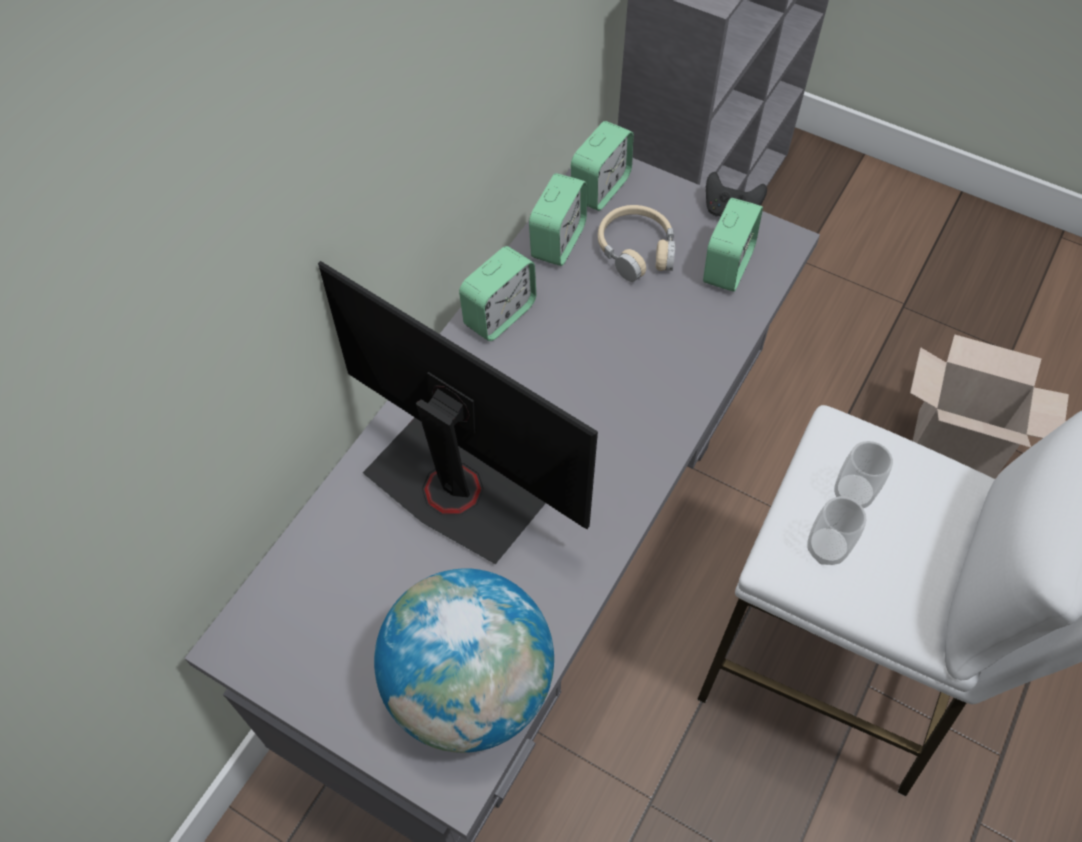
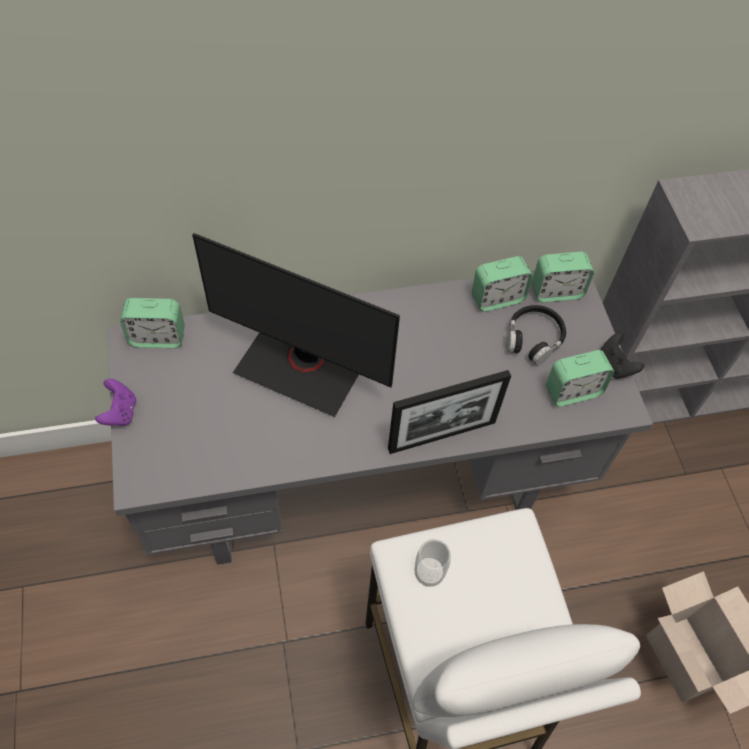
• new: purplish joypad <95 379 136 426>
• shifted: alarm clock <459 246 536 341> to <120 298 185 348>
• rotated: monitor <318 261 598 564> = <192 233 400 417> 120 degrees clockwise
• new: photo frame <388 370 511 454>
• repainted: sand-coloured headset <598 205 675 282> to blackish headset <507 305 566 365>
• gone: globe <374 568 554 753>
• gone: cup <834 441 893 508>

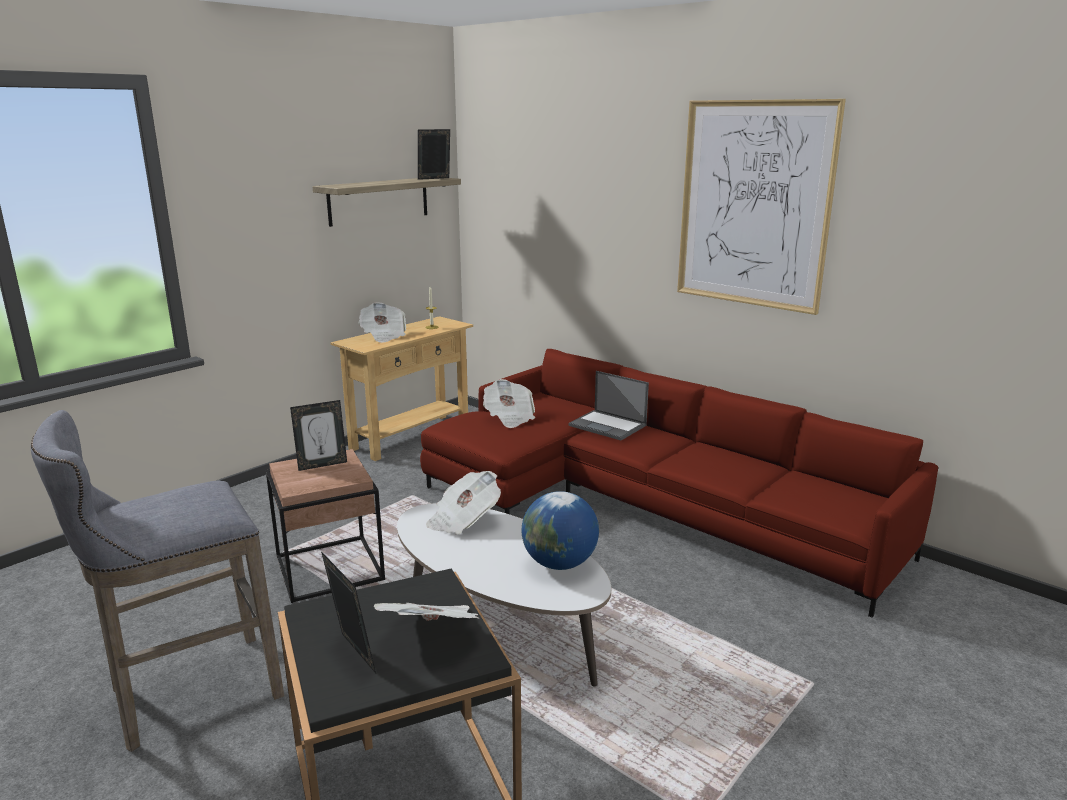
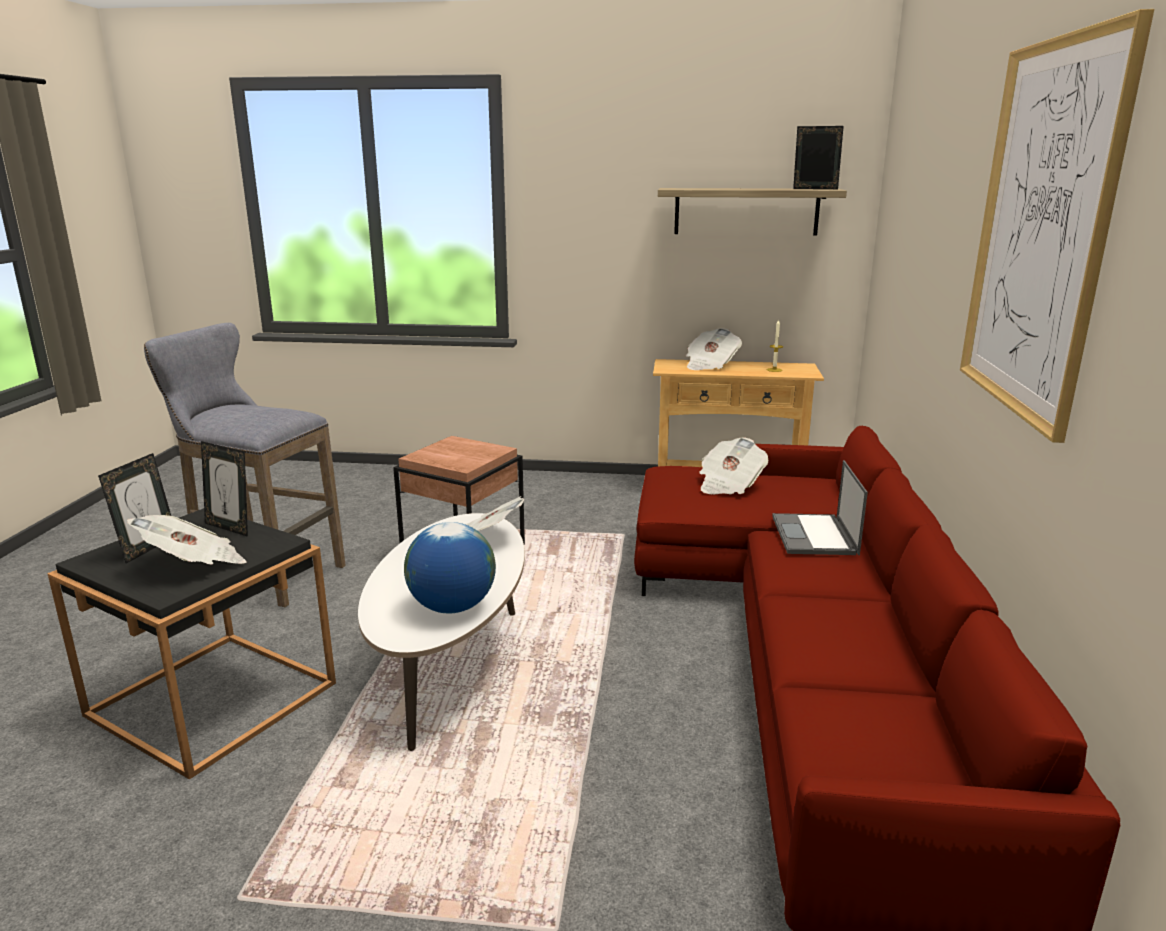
• shifted: photo frame <290 400 347 471> to <201 441 248 537>

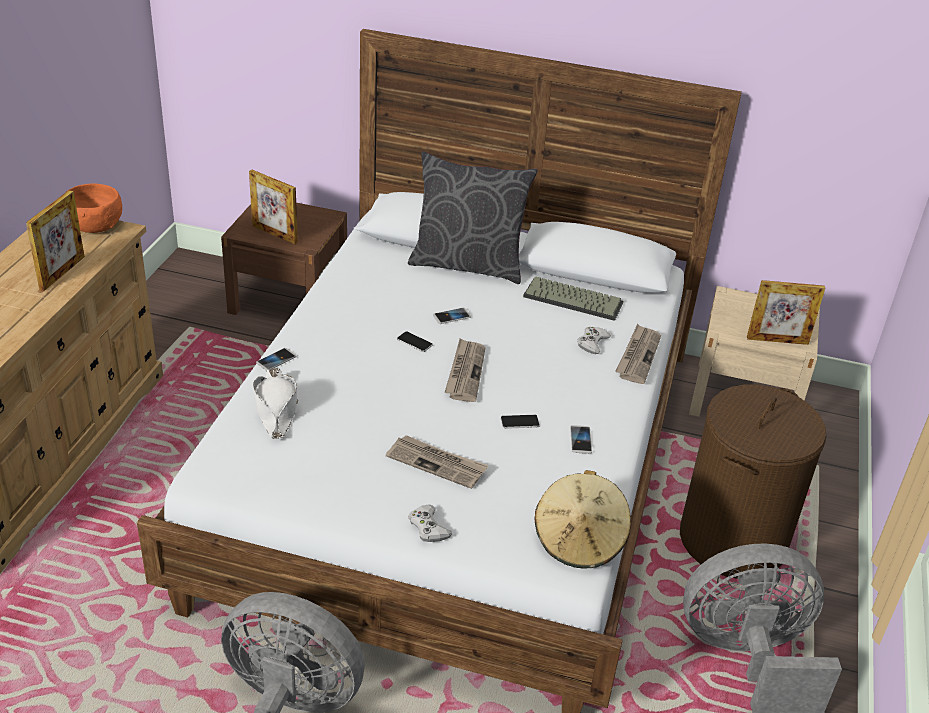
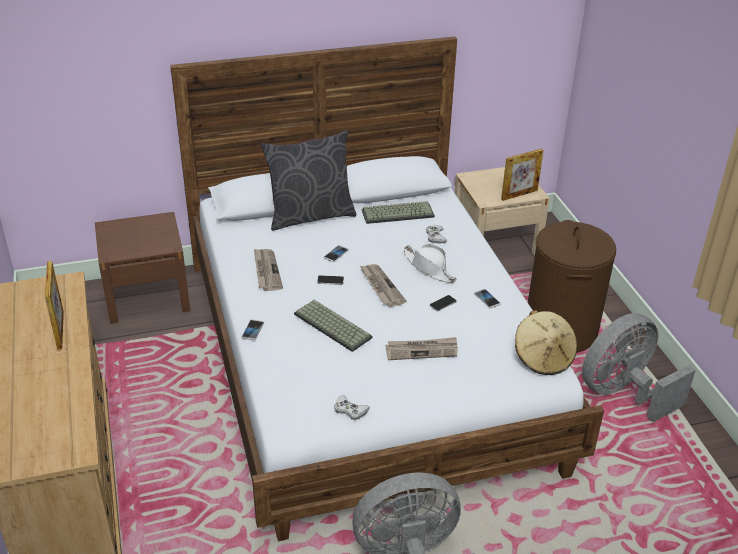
• shifted: printed paper <615 324 661 384> to <254 249 283 291>
• new: keyboard <294 300 373 352>
• shifted: whitish joypad <409 504 452 542> to <334 395 370 420>
• shifted: whitish wearable hat <253 368 298 439> to <403 244 457 283>
• gone: orange-coloured serving bowl <65 184 122 233>
• gone: photo frame <249 170 298 244>

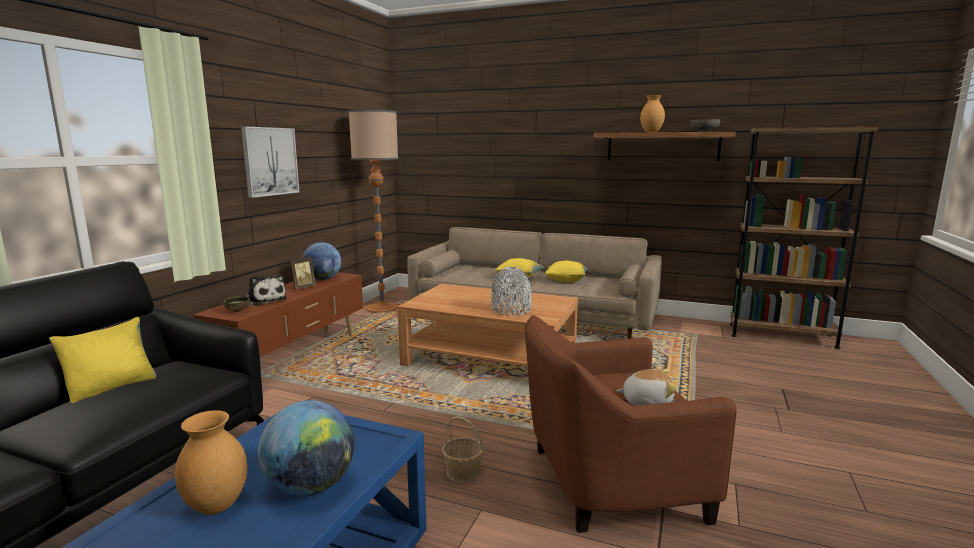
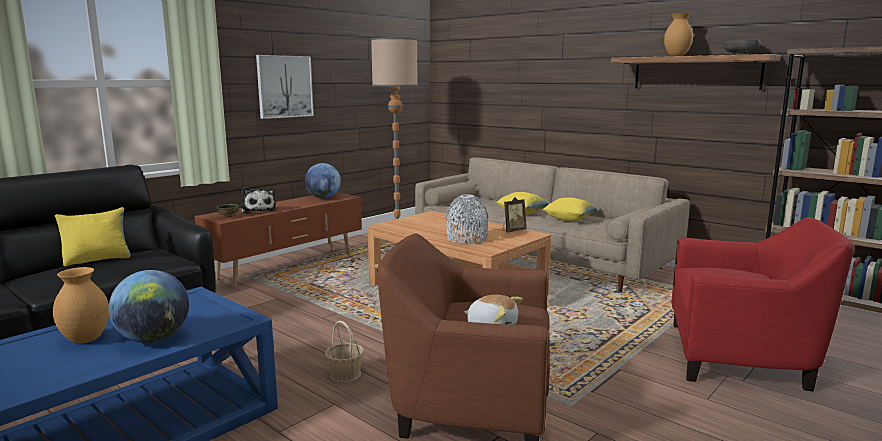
• shifted: photo frame <290 256 316 290> to <502 197 527 233>
• new: reddish easy chair <672 217 854 391>

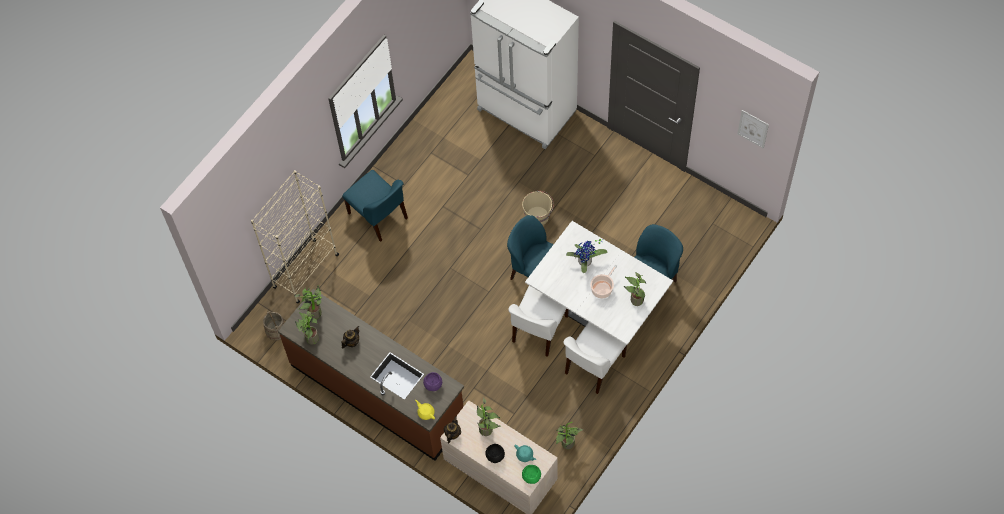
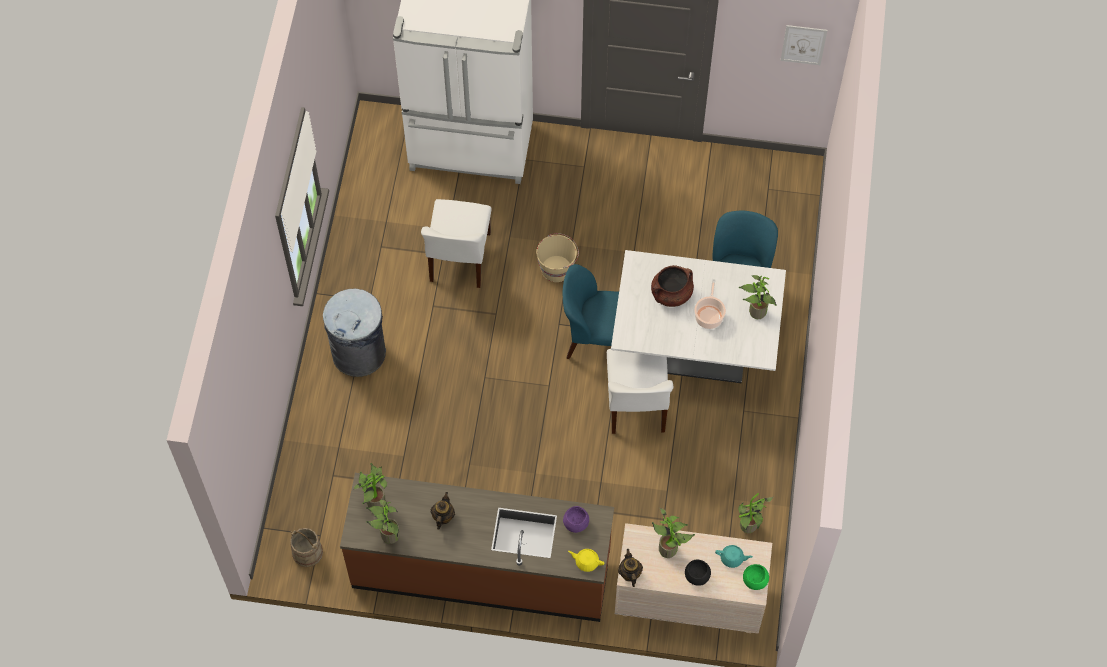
• swapped: bluish plain chair <342 170 408 242> to gray rubbish bin <323 289 386 377>
• shifted: whitish plain chair <563 322 627 394> to <421 199 492 288>
• swapped: houseplant <566 239 608 273> to brownish saucepot <651 265 694 307>
• gone: sand-coloured shelving unit <251 170 339 303>

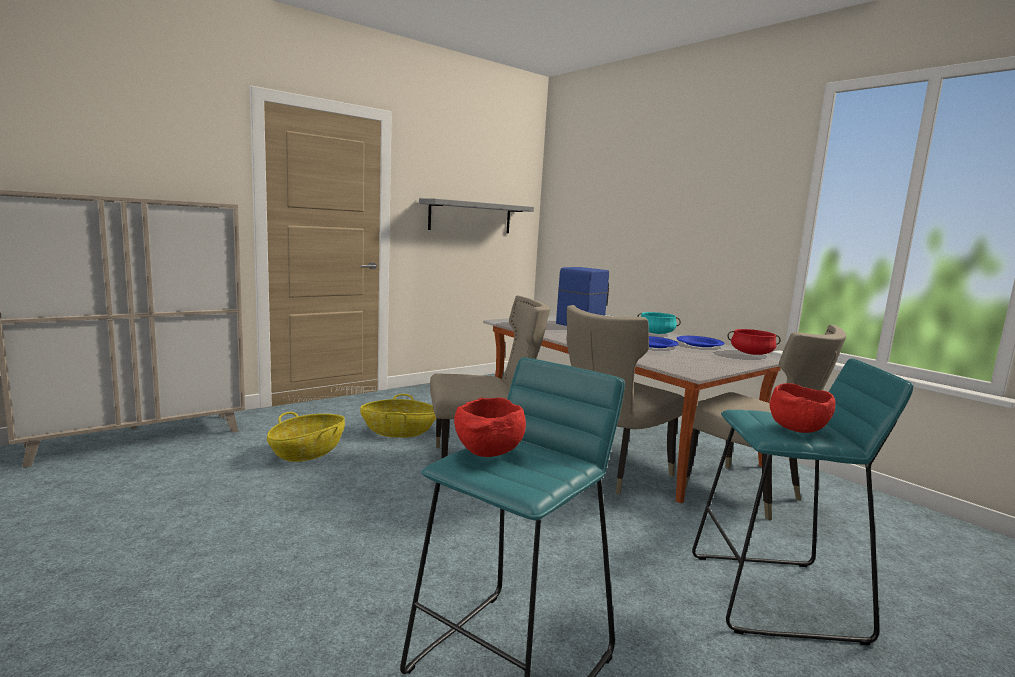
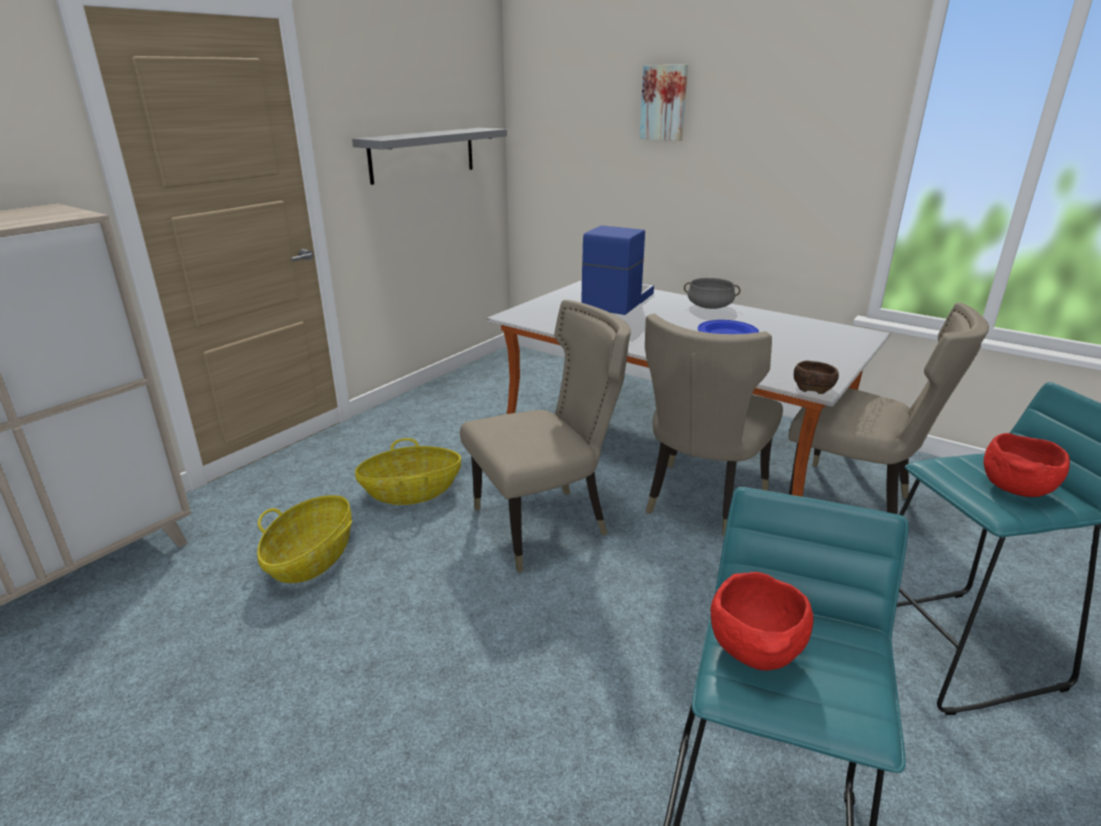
• new: wall art <640 65 688 141>
• repainted: blue-green saucepot <637 312 681 334> to gray saucepot <684 278 740 309>
• new: brownish serving bowl <794 361 839 394>
• gone: bluish dinner plate <676 336 724 347>
• gone: reddish saucepot <727 329 781 355>

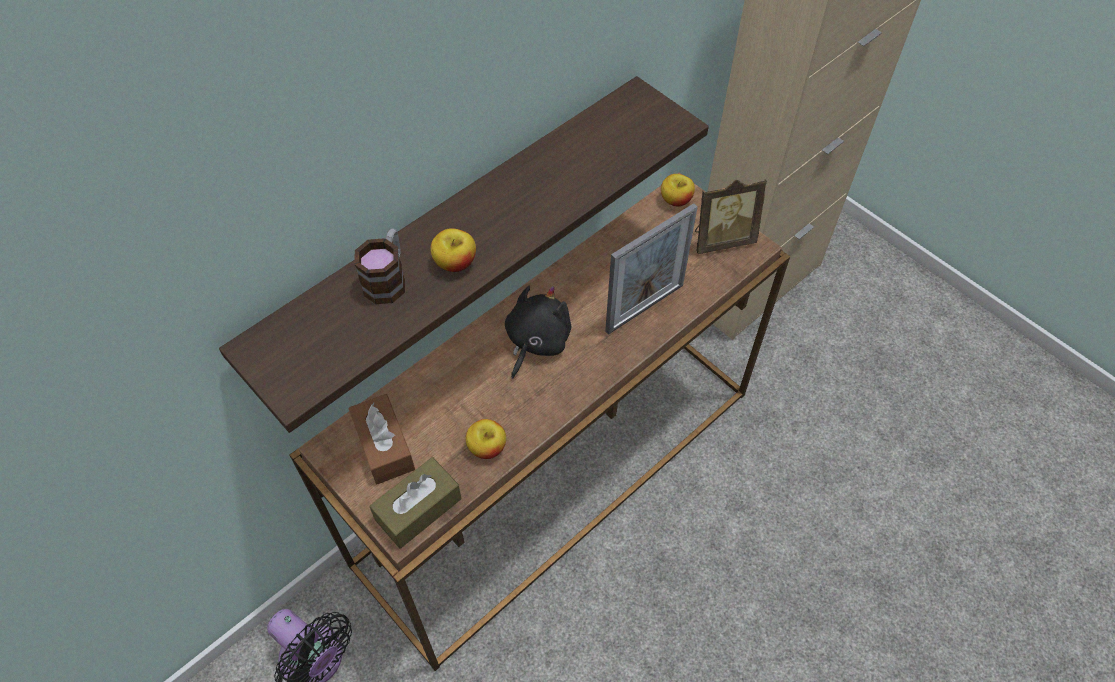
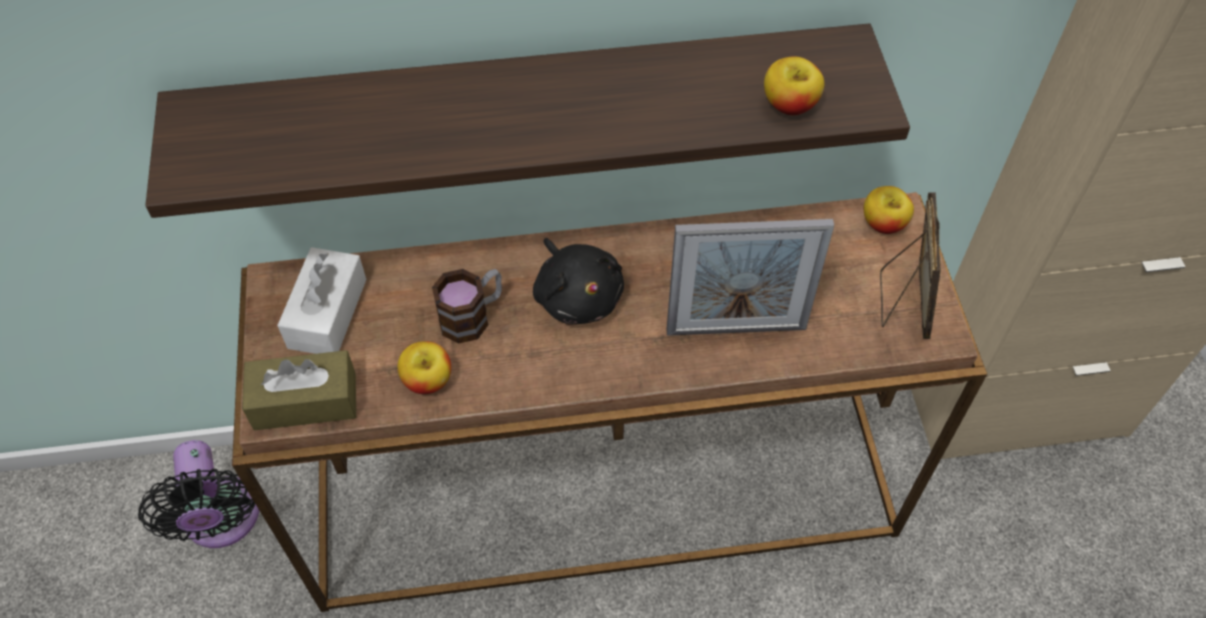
• repainted: brownish tissue holder <348 394 415 484> to whitish tissue holder <277 247 367 354>
• shifted: coffee mug <354 229 405 304> to <432 269 502 344>
• rotated: blackish plush toy <505 286 572 379> = <533 238 624 324> 90 degrees clockwise
• shifted: apple <431 228 476 272> to <764 56 824 115>
• rotated: photo frame <695 179 767 254> = <880 192 941 339> 105 degrees counterclockwise

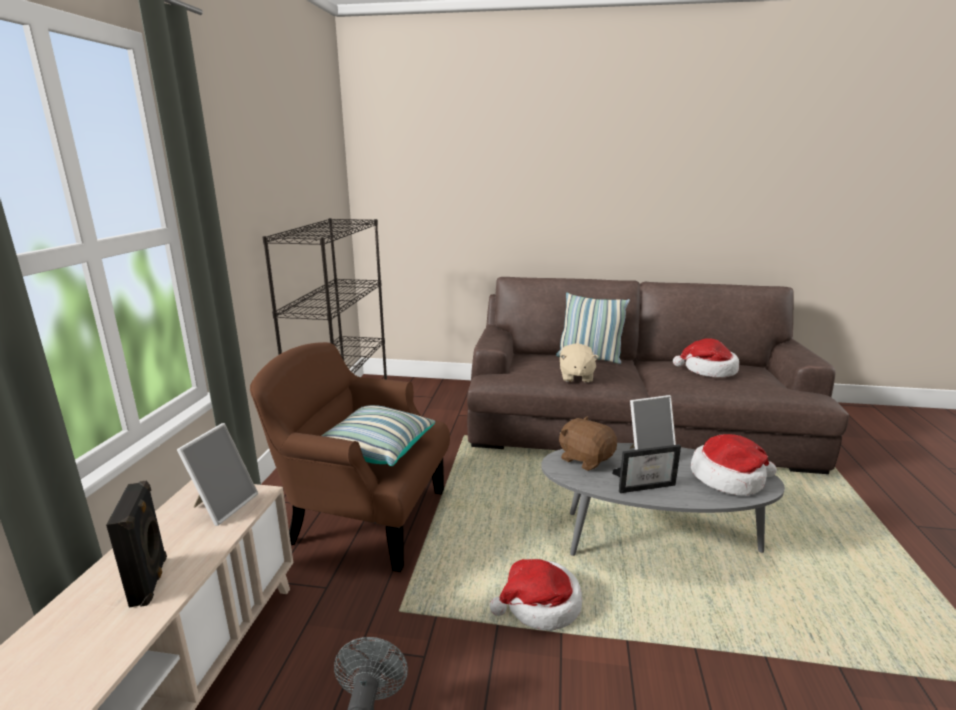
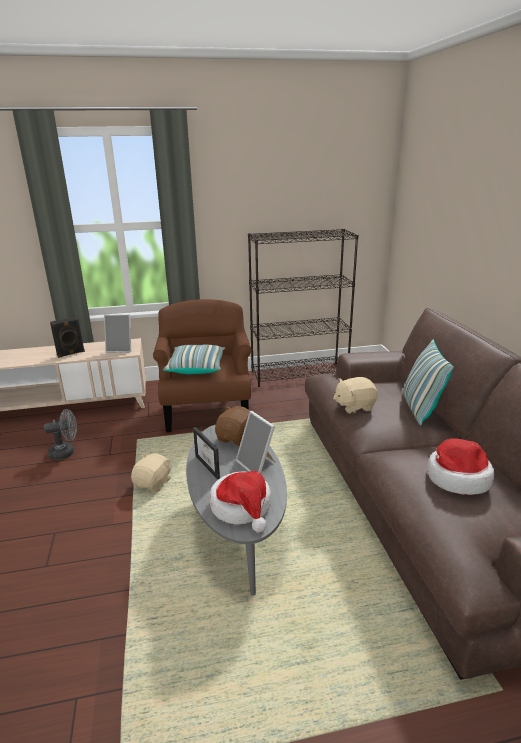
• swapped: wearable hat <490 559 582 630> to sand-coloured plush toy <131 453 172 492>

